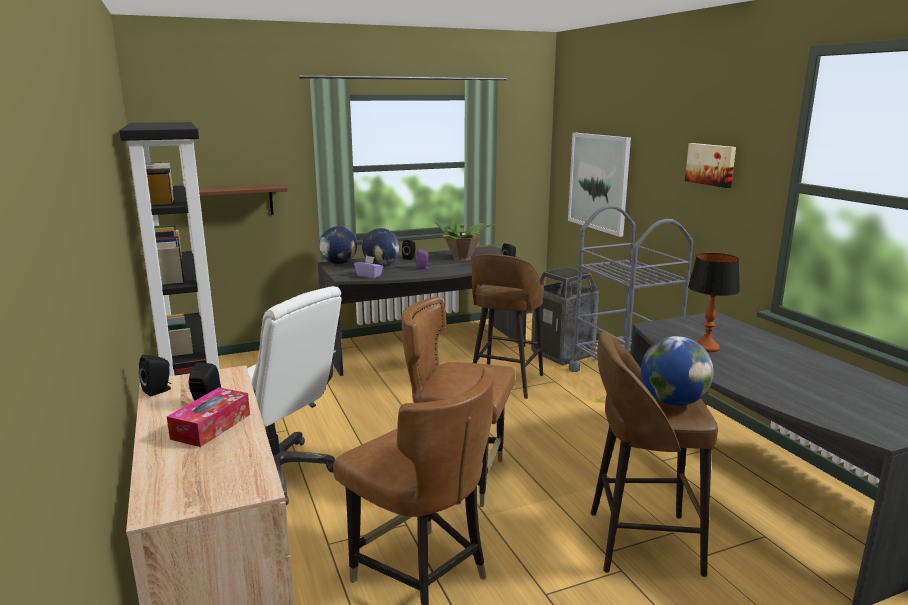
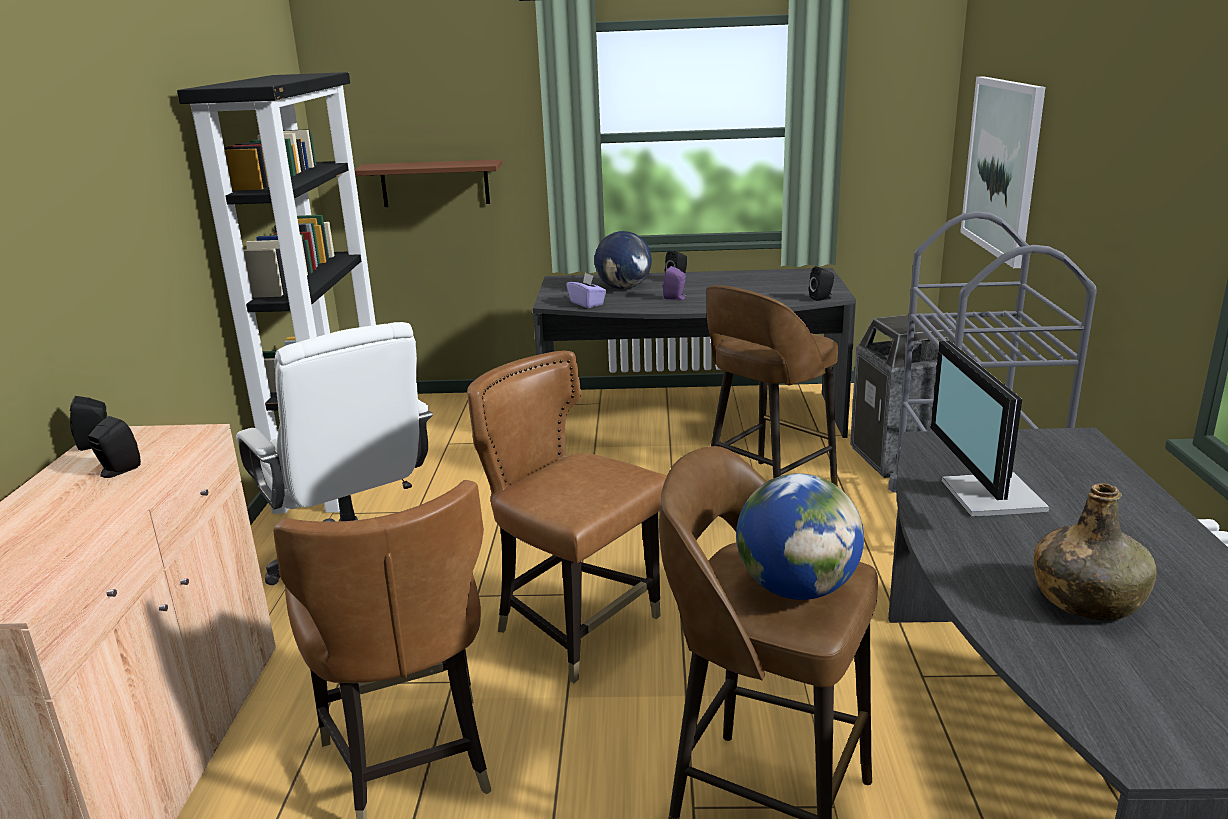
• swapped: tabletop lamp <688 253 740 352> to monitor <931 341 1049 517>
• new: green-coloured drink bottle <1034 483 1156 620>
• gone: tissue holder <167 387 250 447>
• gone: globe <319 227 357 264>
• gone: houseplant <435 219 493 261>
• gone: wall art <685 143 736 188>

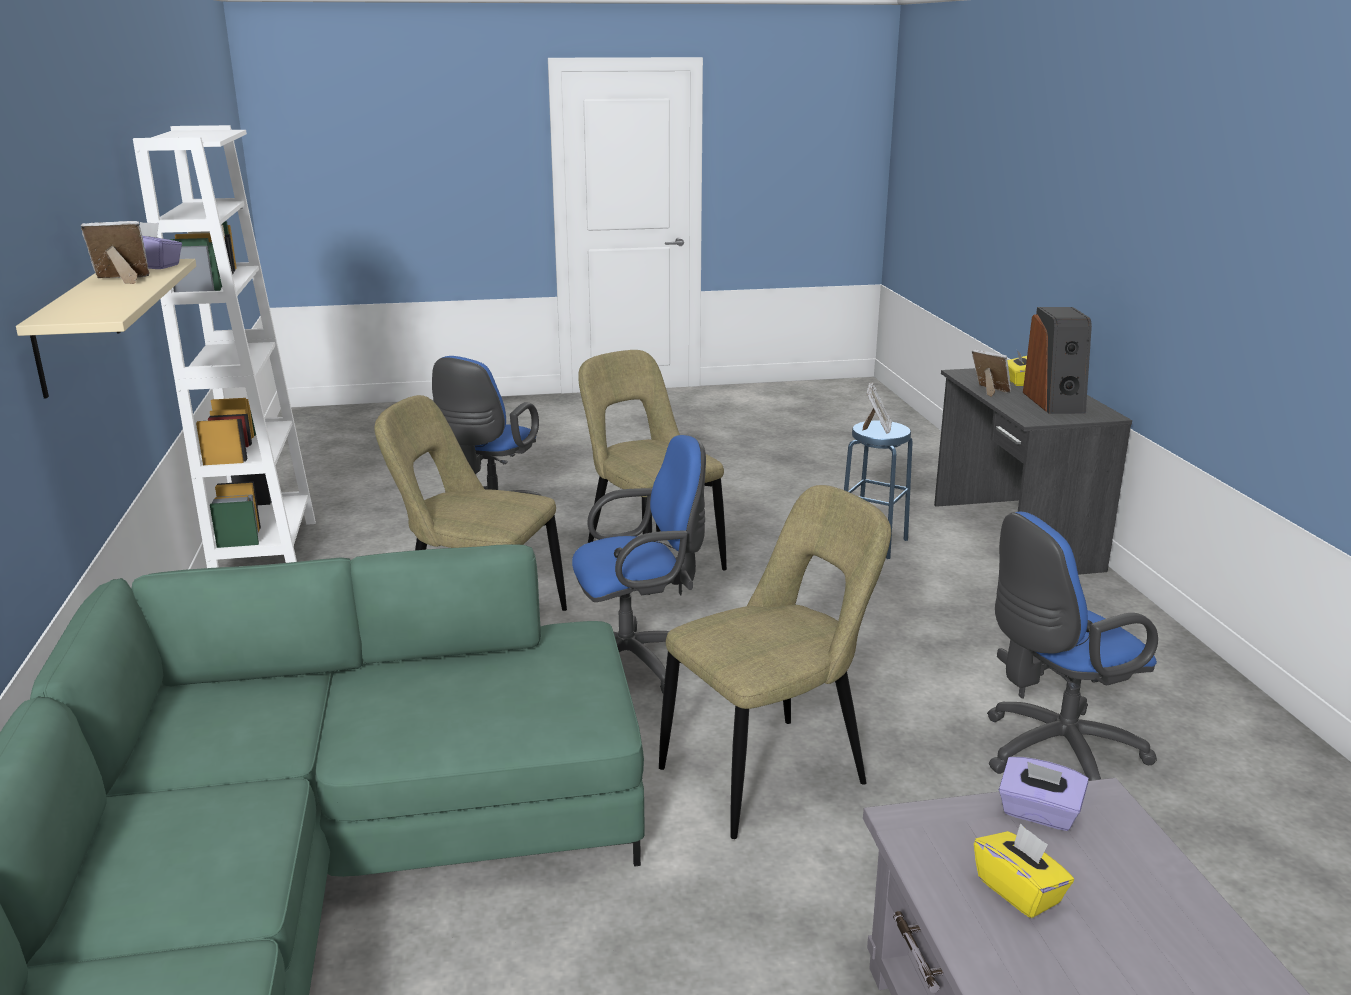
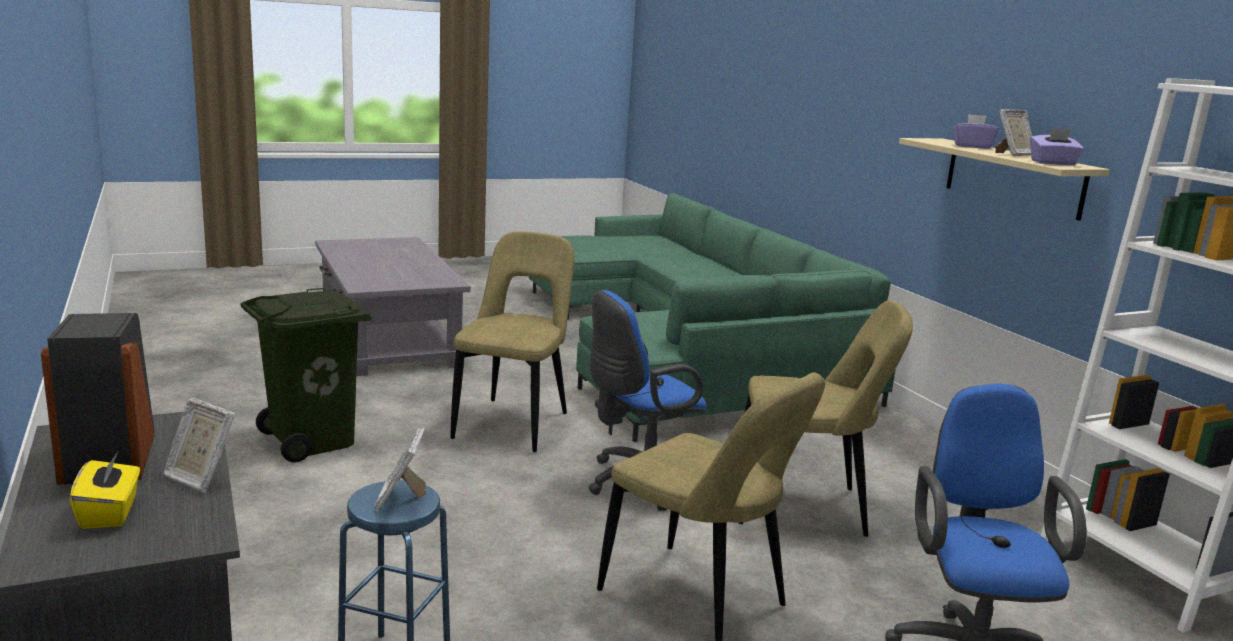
• swapped: bluish computer chair <987 512 1158 781> to green-coloured rubbish bin <240 288 372 462>
• rotated: sand-coloured plain chair <659 485 891 839> = <450 231 575 452> 150 degrees clockwise
• shifted: purplish tissue holder <999 757 1089 831> to <953 114 999 149>
• gone: yellow tissue holder <974 823 1074 918>

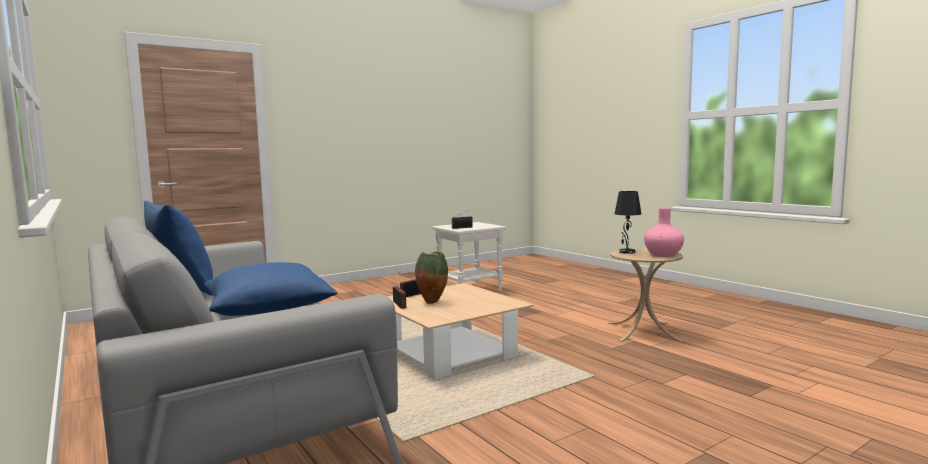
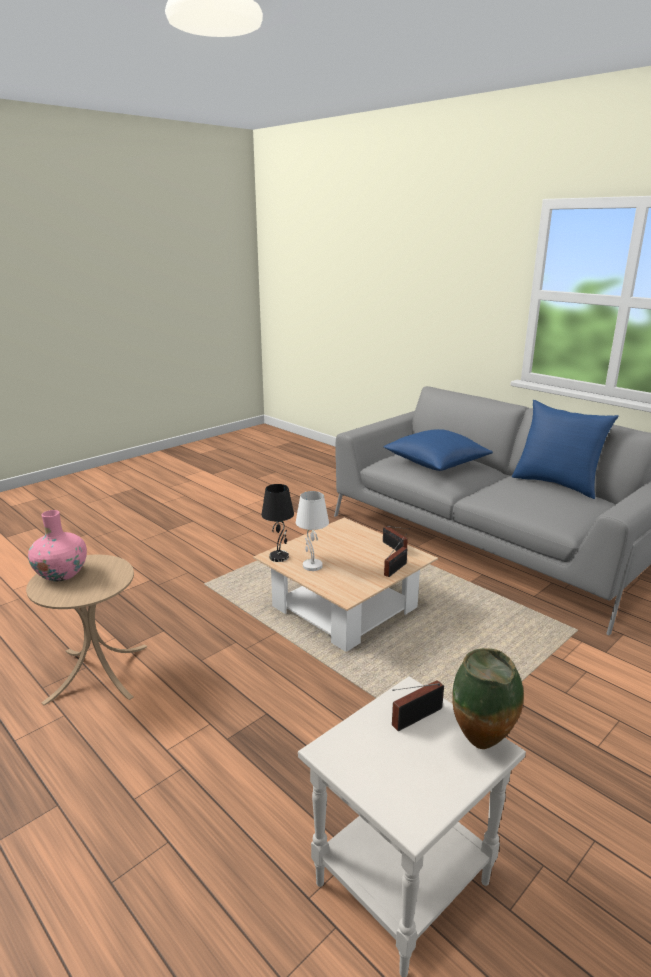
• shifted: blackish tabletop lamp <615 191 641 254> to <262 484 294 562>
• new: whitish tabletop lamp <296 491 329 571>
• shifted: decorative vase <415 251 448 304> to <452 648 524 749>

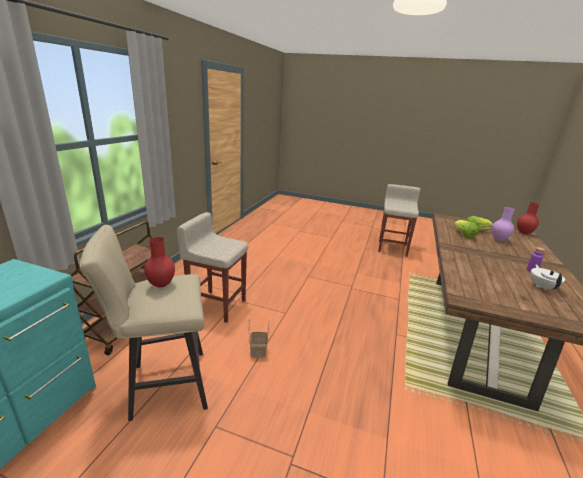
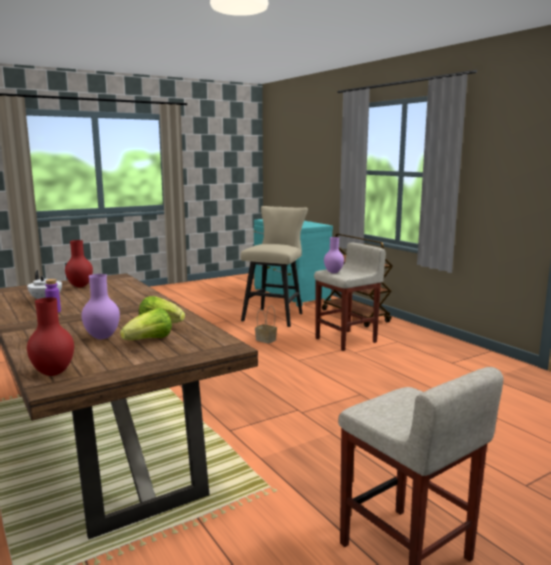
• shifted: reddish decorative vase <144 237 175 287> to <65 240 93 288>
• new: purplish decorative vase <324 237 344 273>

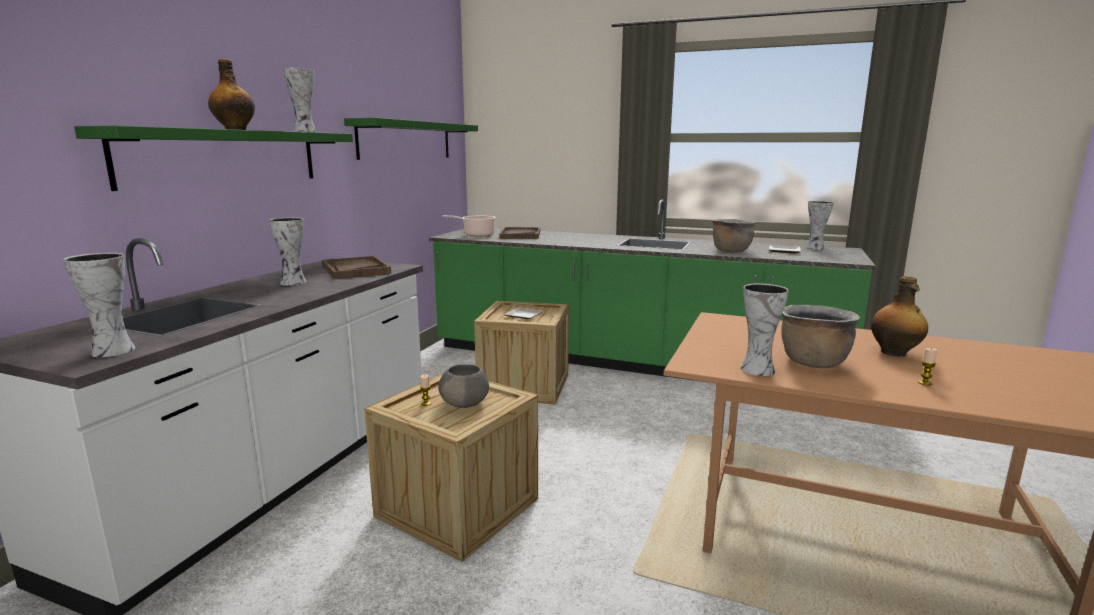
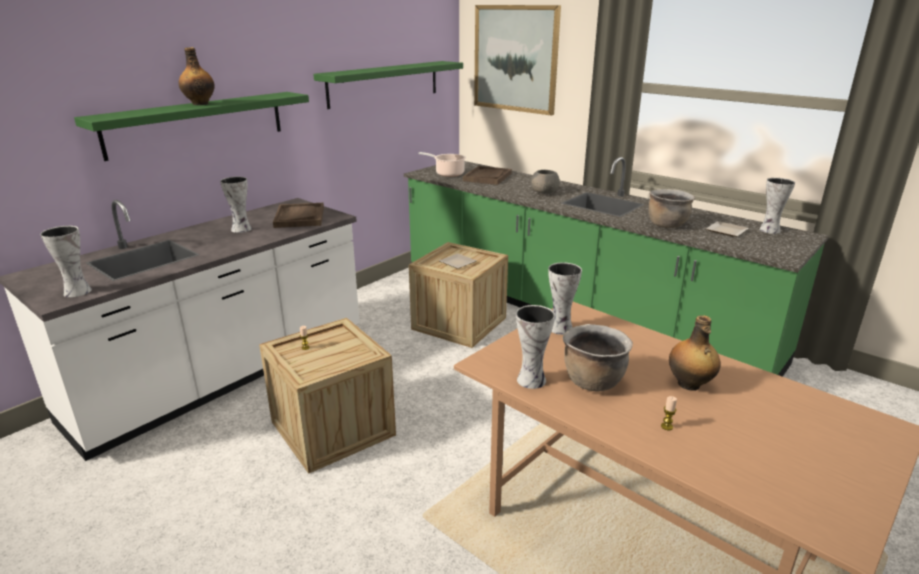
• new: wall art <474 5 561 115>
• shifted: gray serving bowl <439 364 489 408> to <531 170 560 194>
• shifted: decorative vase <283 68 317 132> to <548 262 582 335>

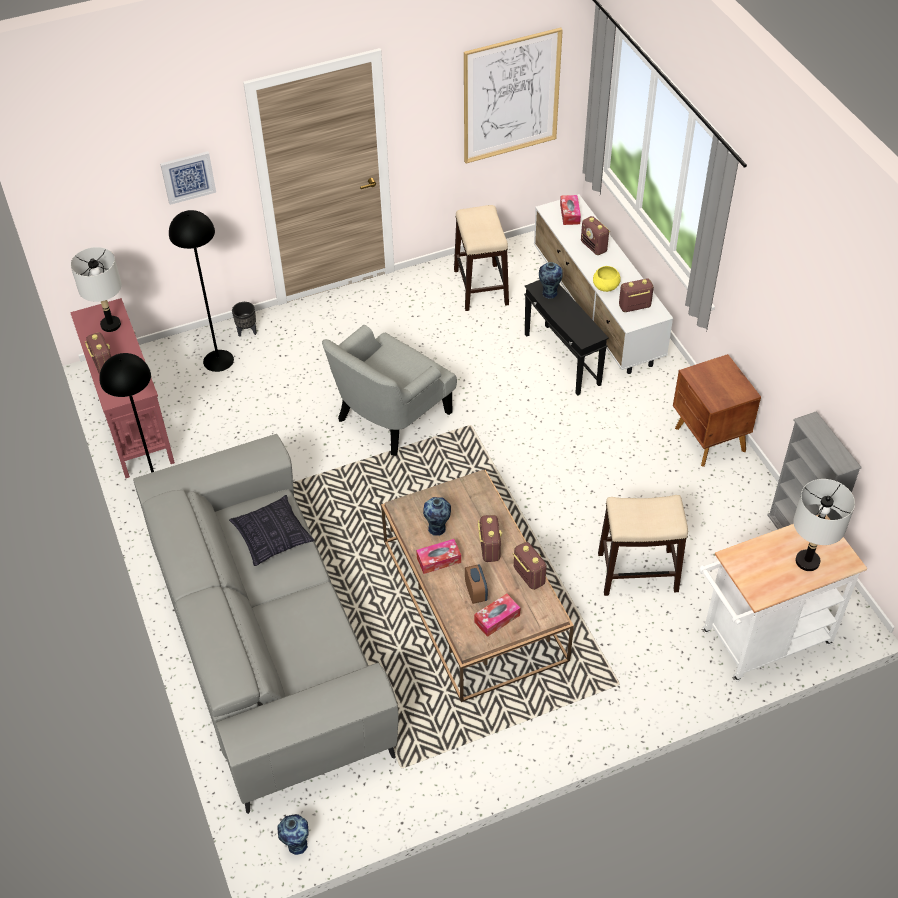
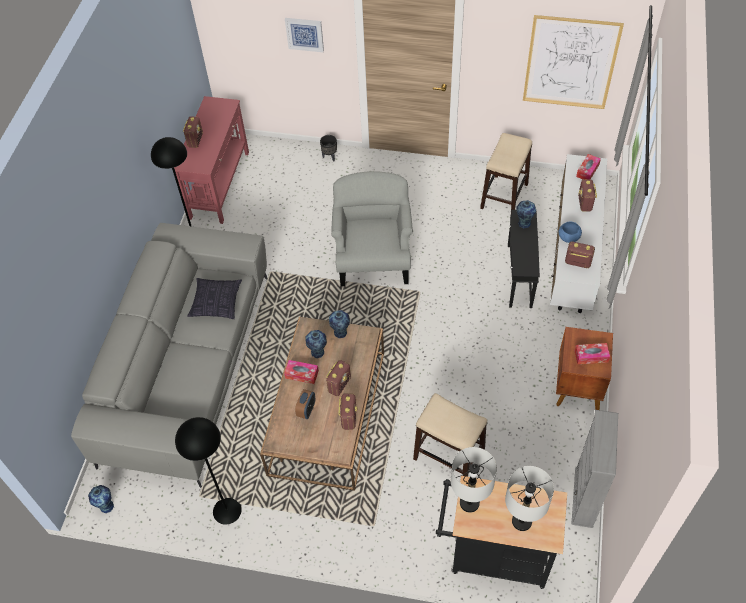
• shifted: blackish standard lamp <169 210 234 372> to <175 417 242 525>
• new: decorative vase <329 310 350 339>
• rotated: gray easy chair <322 325 457 456> = <331 171 413 286> 105 degrees clockwise
• repainted: whitish trolley <699 515 867 681> to blackish trolley <436 476 567 589>
• shifted: gray tabletop lamp <70 247 122 332> to <451 447 497 513>
• repainted: yellow serving bowl <593 266 621 292> to bluish serving bowl <559 222 582 243>
• shifted: tissue holder <474 594 520 637> to <575 343 610 364>

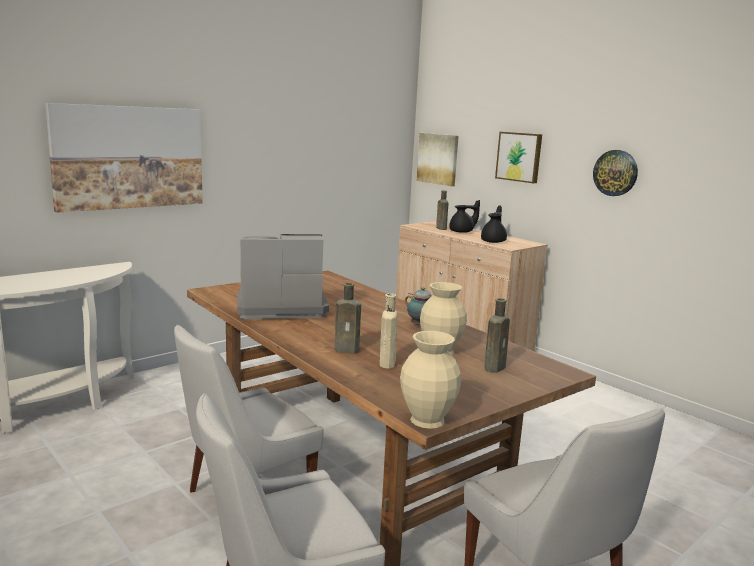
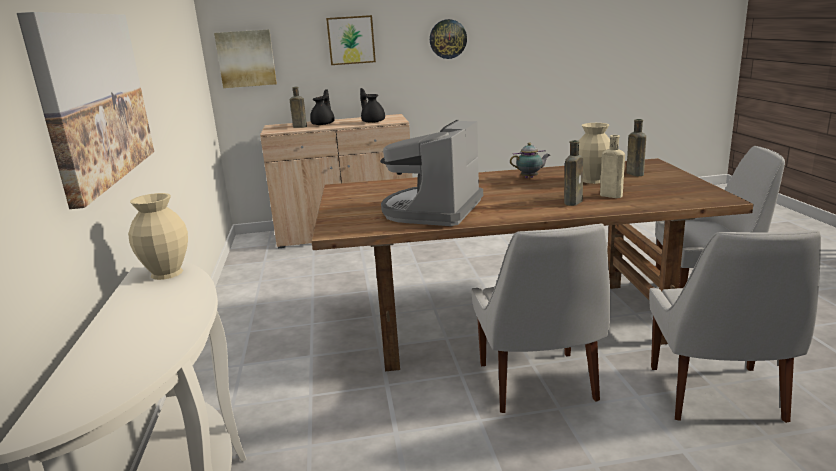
• shifted: sand-coloured decorative vase <400 331 461 429> to <128 193 188 280>

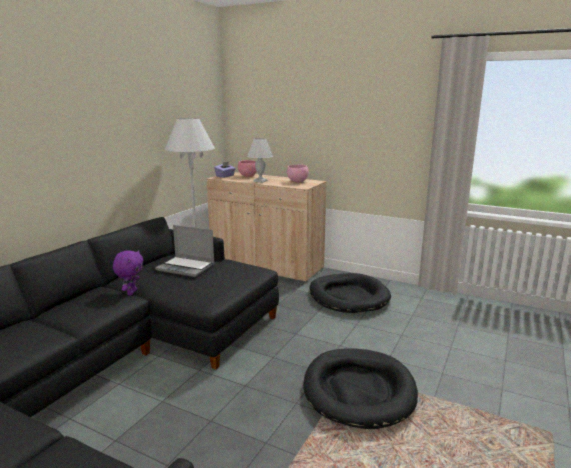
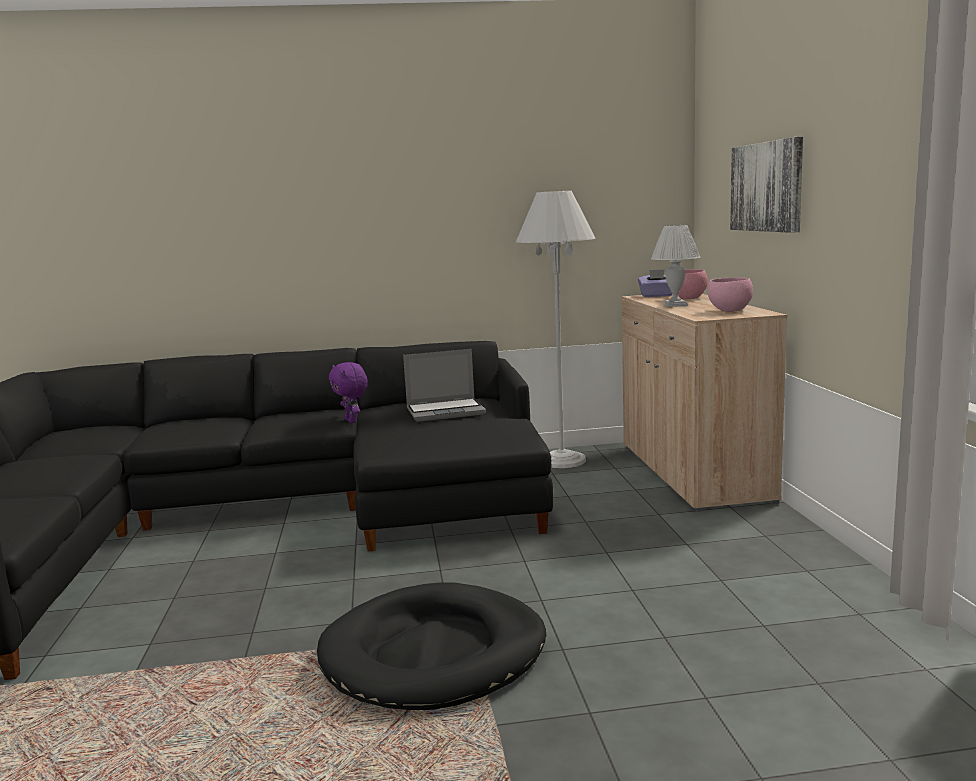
• rotated: purplish plush toy <113 250 143 296> = <329 362 368 423> 90 degrees clockwise
• rotated: laptop <155 225 215 277> = <403 349 486 422> 90 degrees counterclockwise
• new: wall art <730 136 803 233>
• gone: blackish pet bed <309 273 391 313>

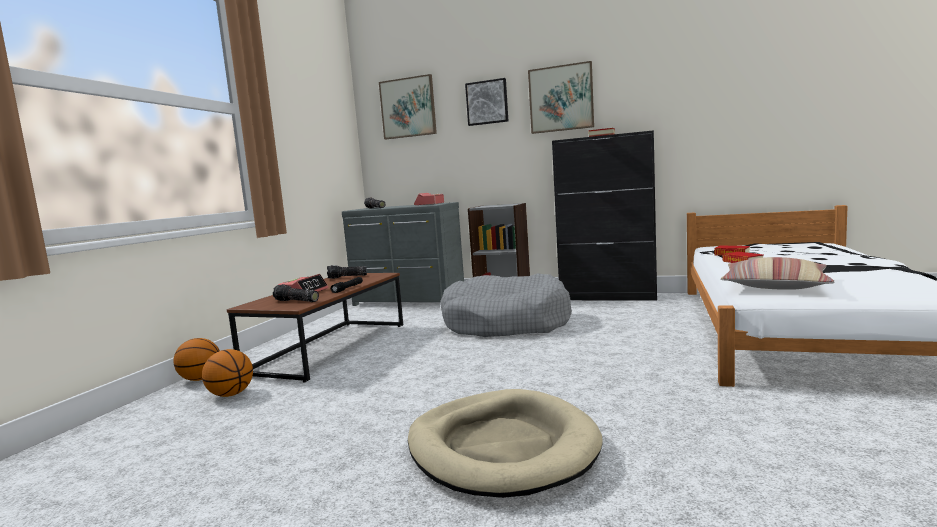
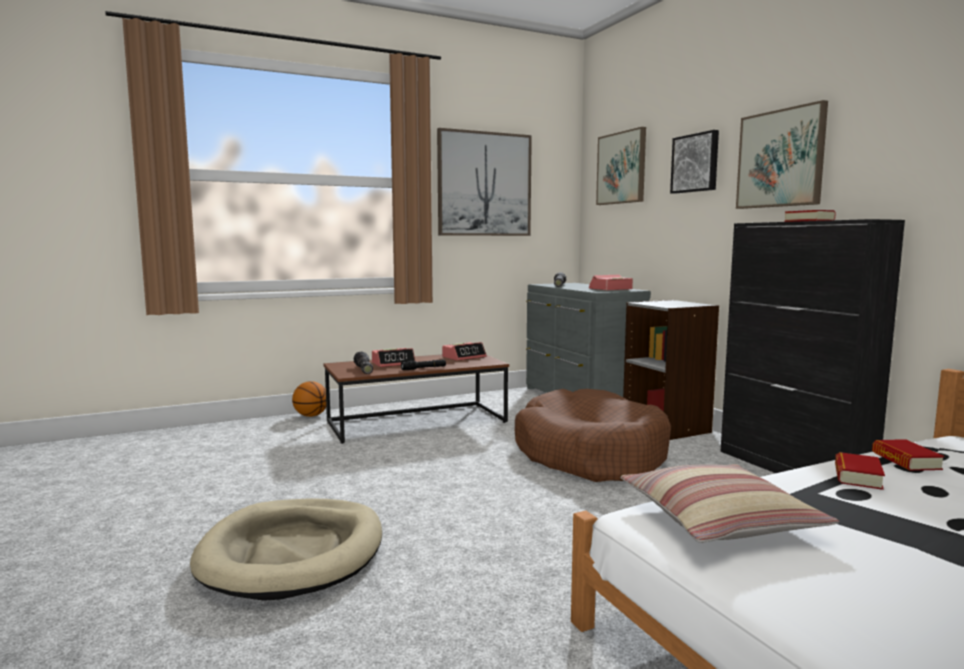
• new: wall art <437 128 532 236>
• swapped: torch <327 265 367 279> to alarm clock <442 342 487 361>
• repainted: gray pet bed <440 273 572 337> to brownish pet bed <515 389 671 482>
• gone: basketball <202 349 253 397>

